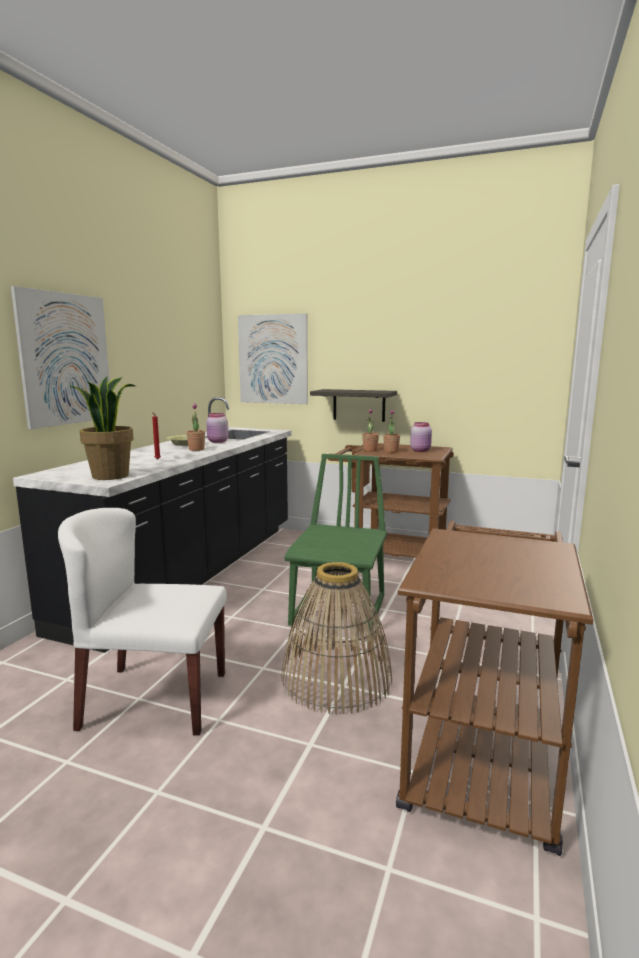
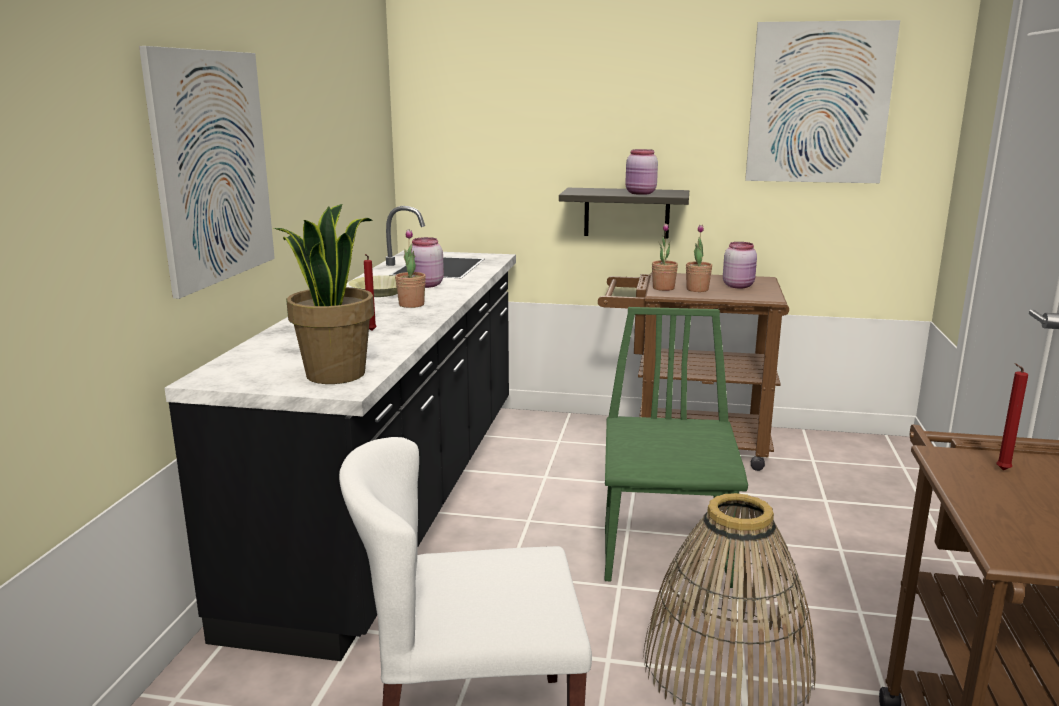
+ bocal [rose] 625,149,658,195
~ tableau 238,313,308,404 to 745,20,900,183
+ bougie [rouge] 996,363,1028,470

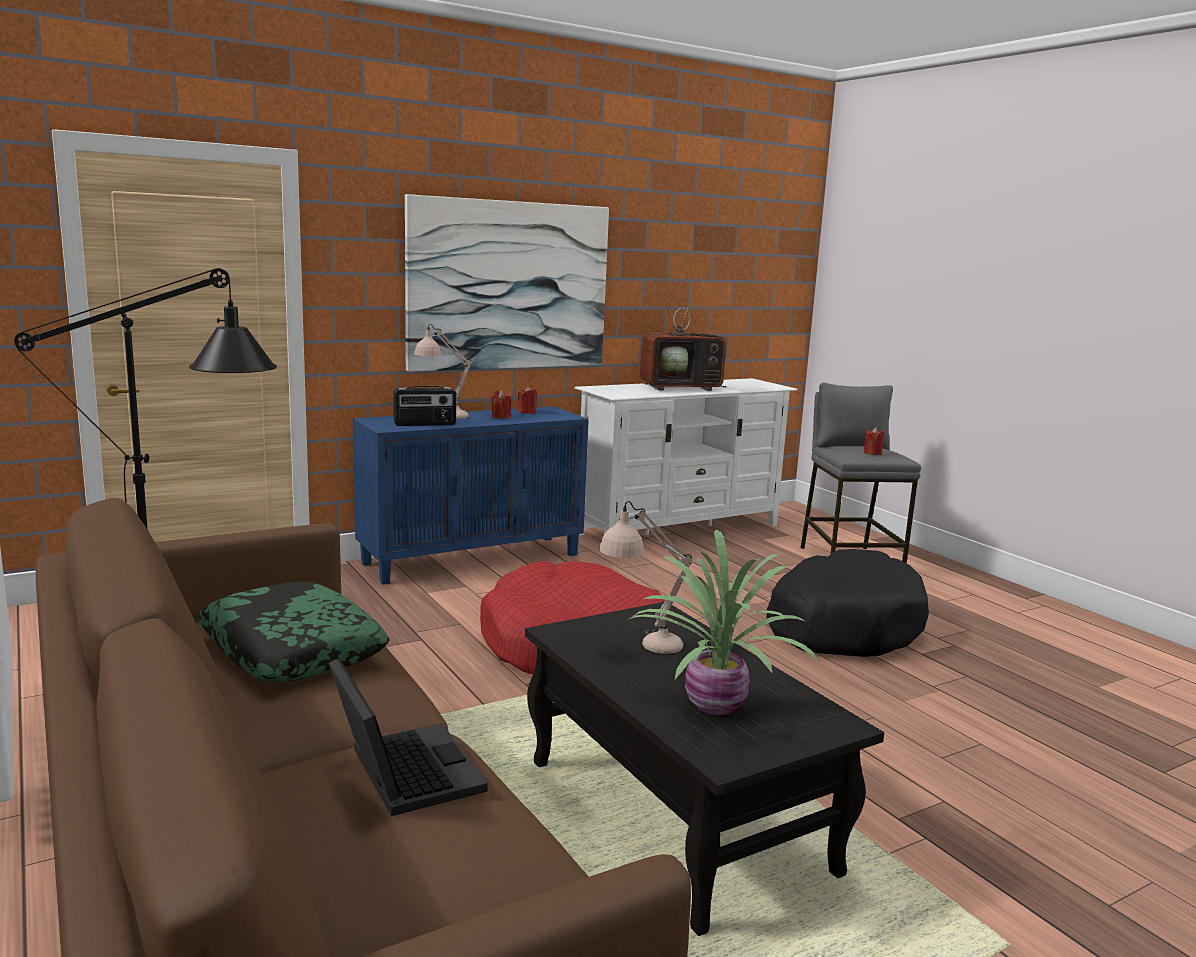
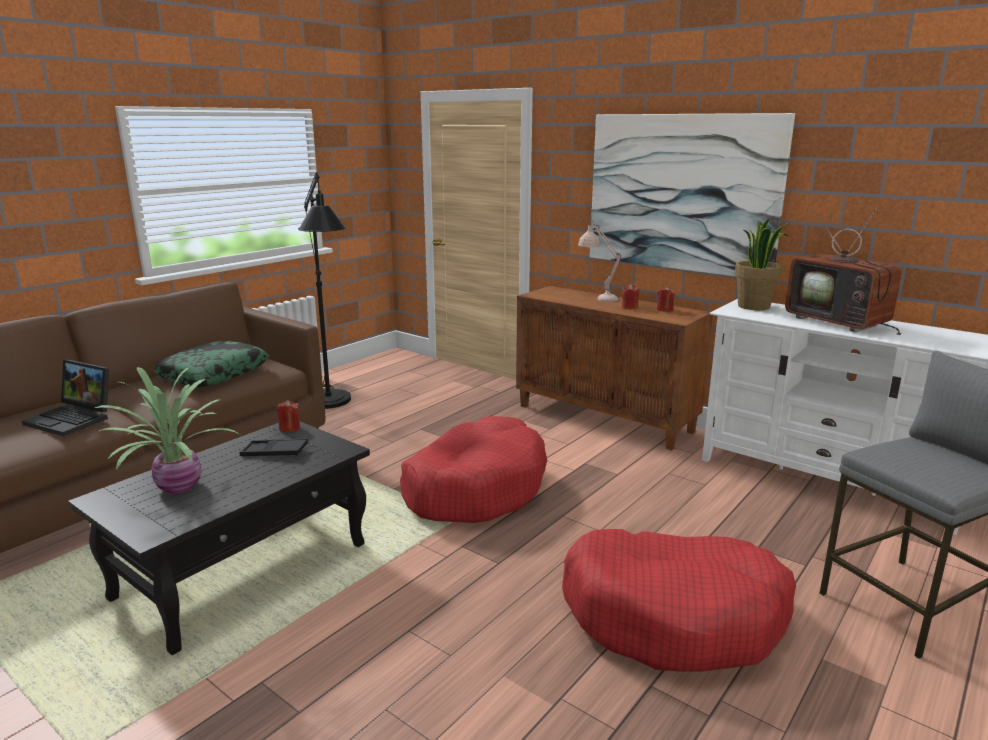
~ ordinateur portable 329,659,488,816 = 22,360,109,436 75 degrees clockwise
~ lampe de table [beige] 599,501,693,654 to plateau [noir] 240,438,308,456
~ bougie [rouge] 864,427,885,455 to 277,400,300,432
~ meuble de rangement [bleu] 353,406,589,585 to meuble de rangement [marron] 516,286,713,451
~ panier pour chien [noir] 767,549,929,657 to panier pour chien [rouge] 562,529,796,672
+ plante en pot 735,219,790,310
- radio 393,386,456,426

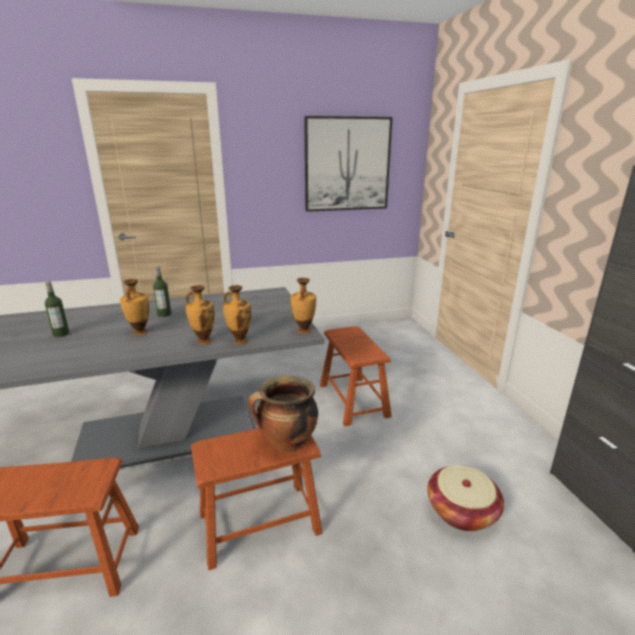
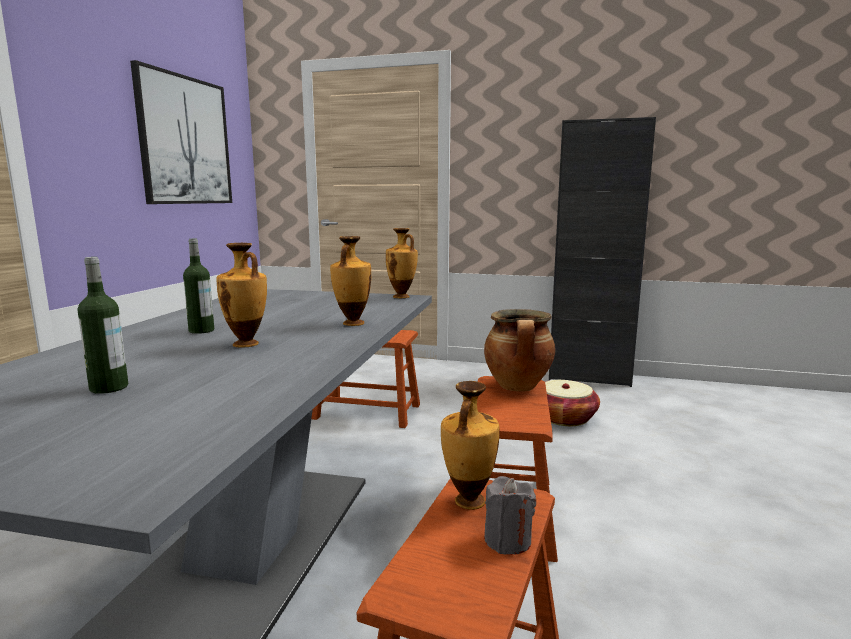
~ vase 223,285,251,345 to 441,381,499,510
+ bougie [gris] 484,476,536,555

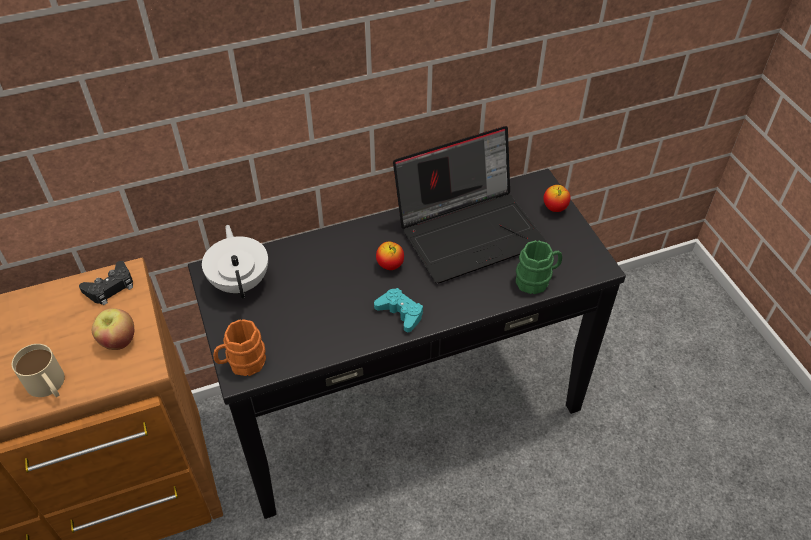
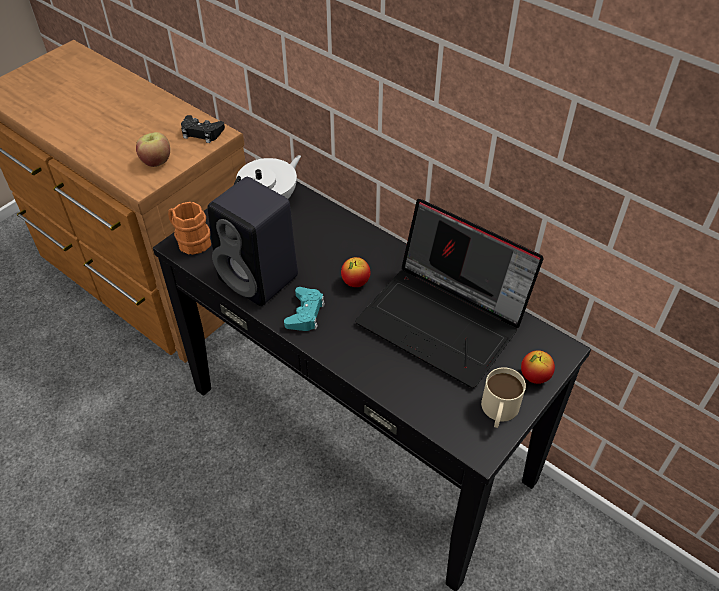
+ enceinte [noir] 208,177,298,306
~ mug [beige] 12,344,65,397 to 481,367,526,428
- mug [vert] 516,240,562,294

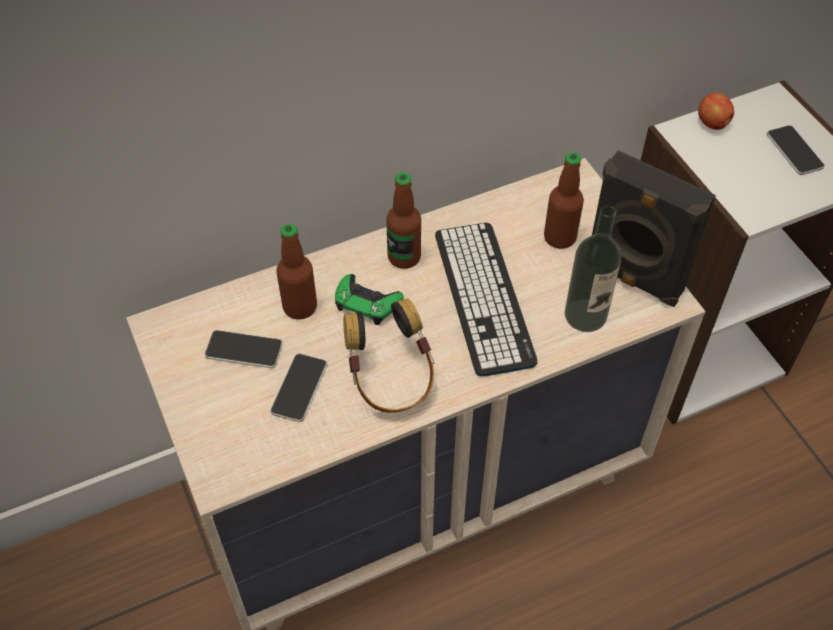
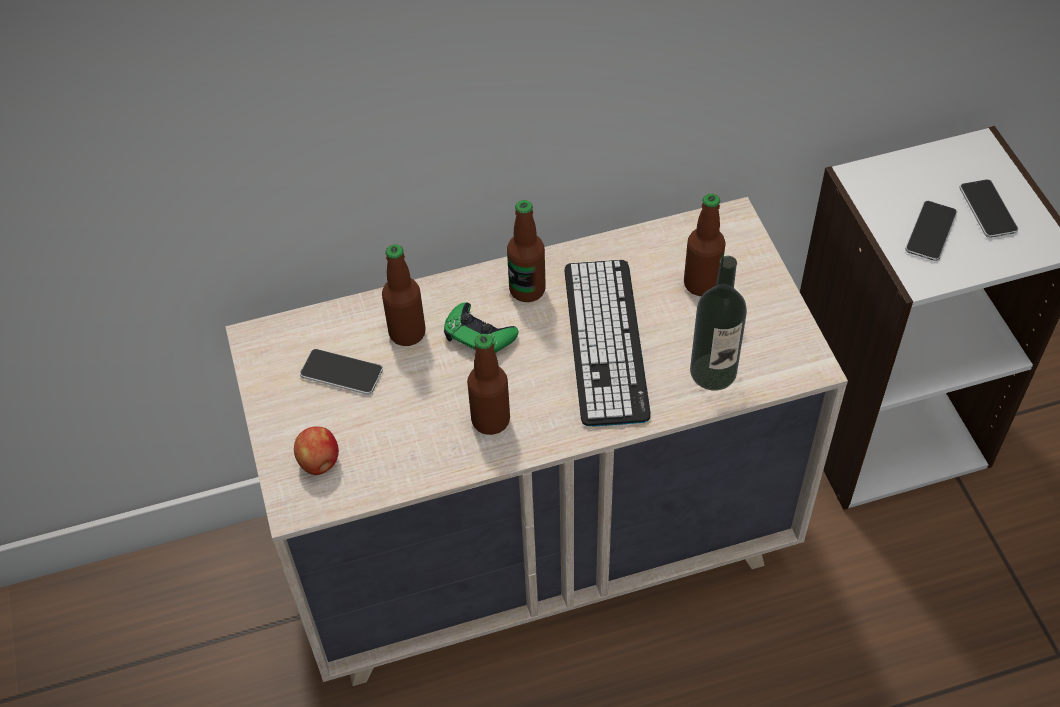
~ pomme 698,93,734,130 to 294,426,339,475
~ casque audio 344,298,434,413 to bouteille 467,334,510,435
~ téléphone 270,353,327,422 to 905,201,957,261
- enceinte [noir] 592,150,716,307

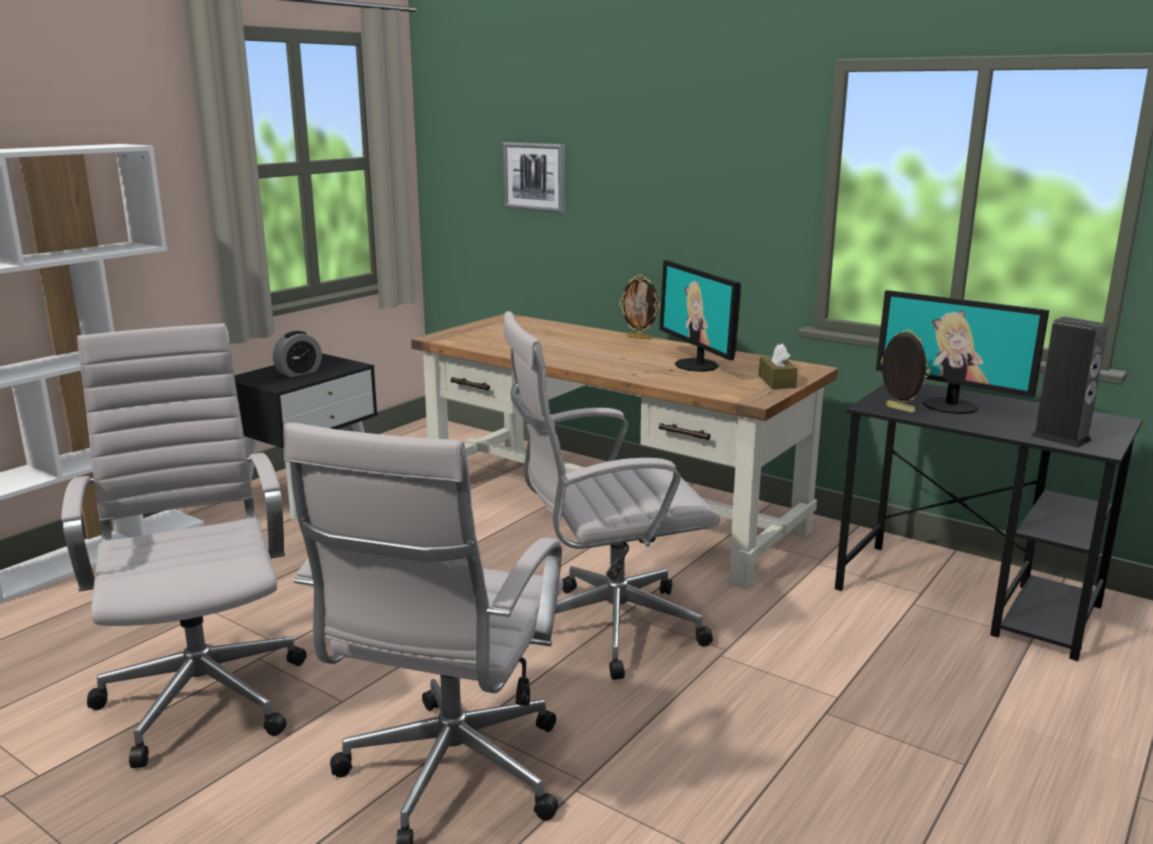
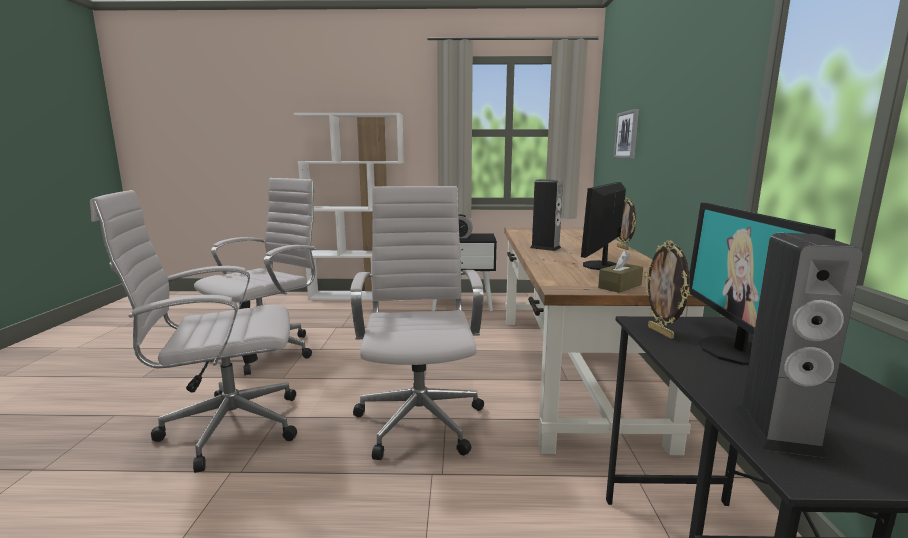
~ chaise de bureau [blanc] 503,311,721,680 = 350,186,484,460 45 degrees clockwise
+ enceinte 530,180,563,251
~ cadre photo 881,329,931,413 = 644,240,690,339 150 degrees clockwise

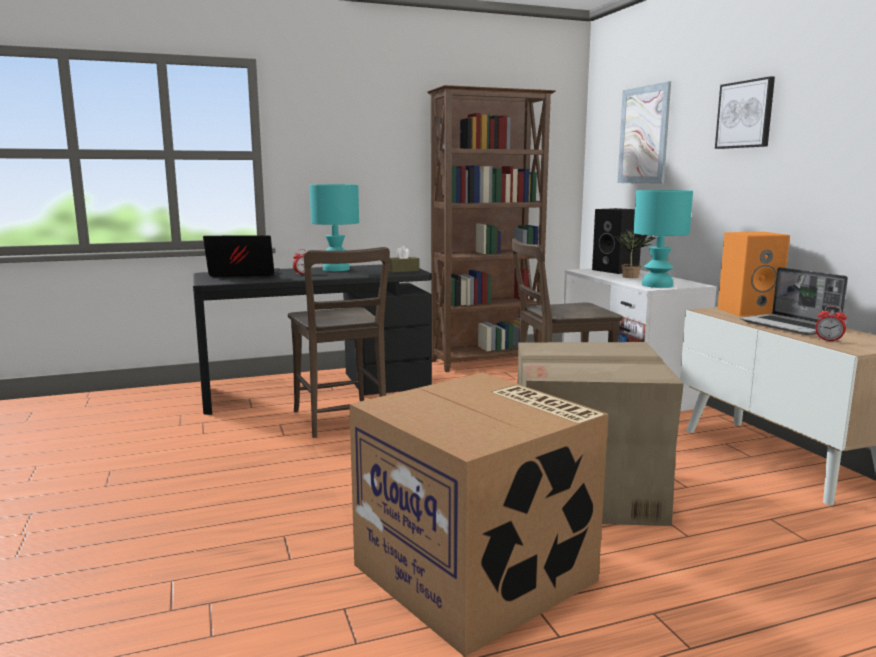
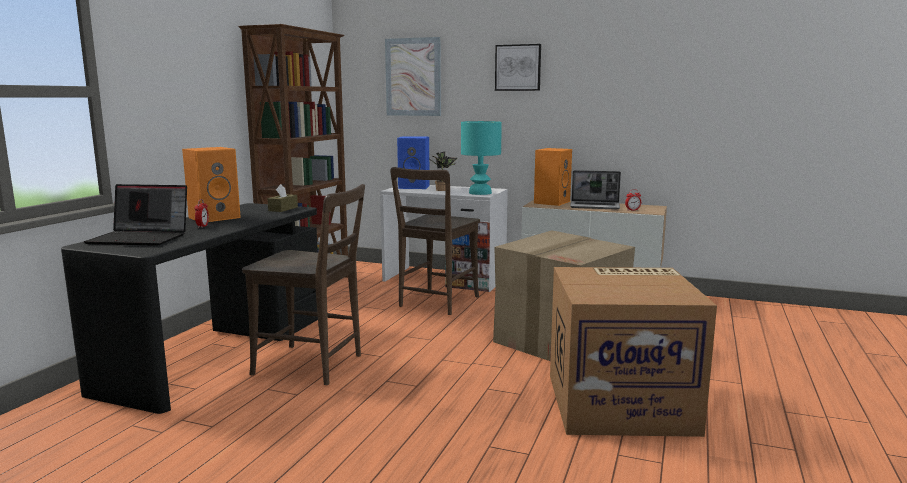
~ ordinateur portable 203,235,280,277 = 84,184,187,246 120 degrees counterclockwise
~ lampe de table [turquoise] 310,184,359,271 to enceinte [orange] 182,147,241,222
~ enceinte [noir] 592,208,641,274 to enceinte [bleu] 397,136,430,189

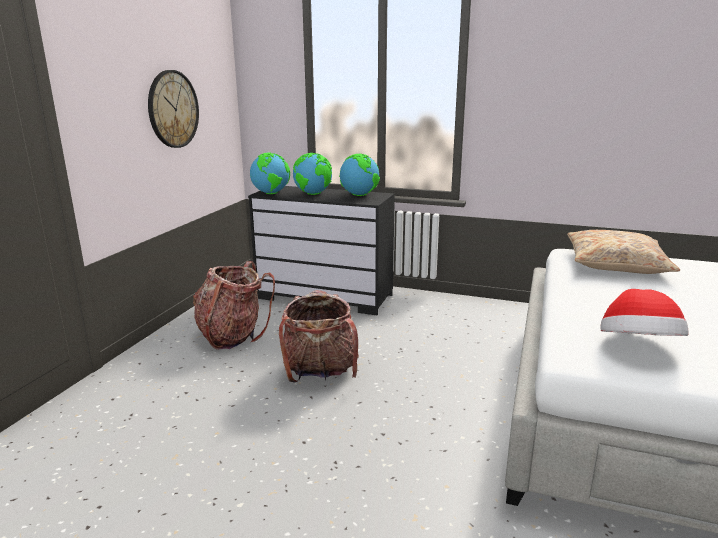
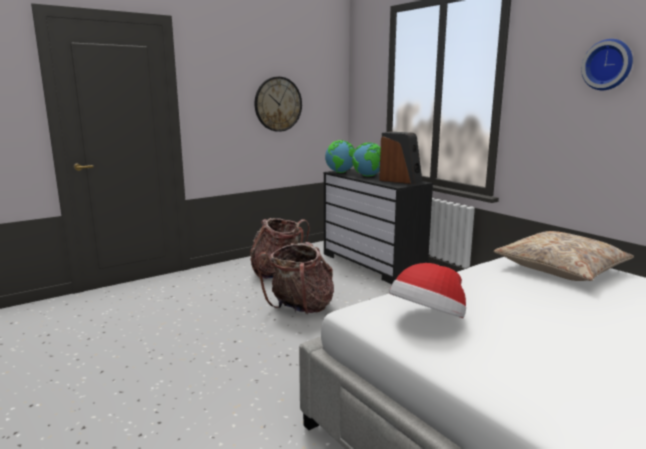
~ globe 339,154,380,196 to enceinte 379,132,422,184
+ horloge murale 581,39,633,90

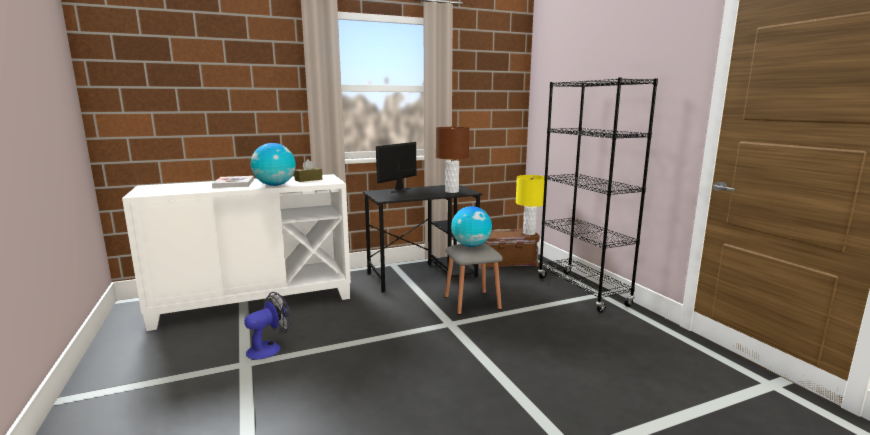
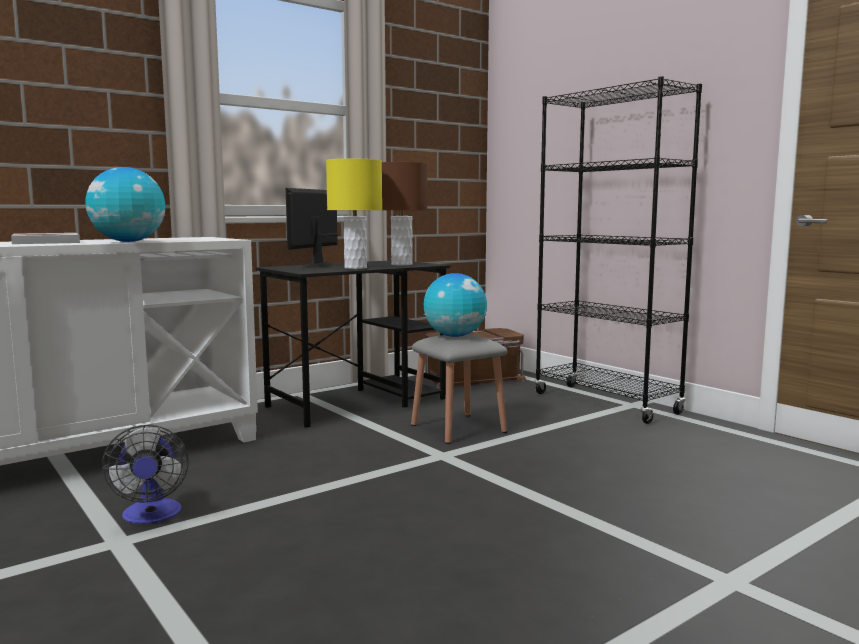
~ ventilateur 244,292,291,360 = 102,425,189,524 135 degrees clockwise
~ lampe de table [jaune] 516,175,547,235 to 326,159,382,269
- boîte à mouchoirs [marron] 294,159,322,182

